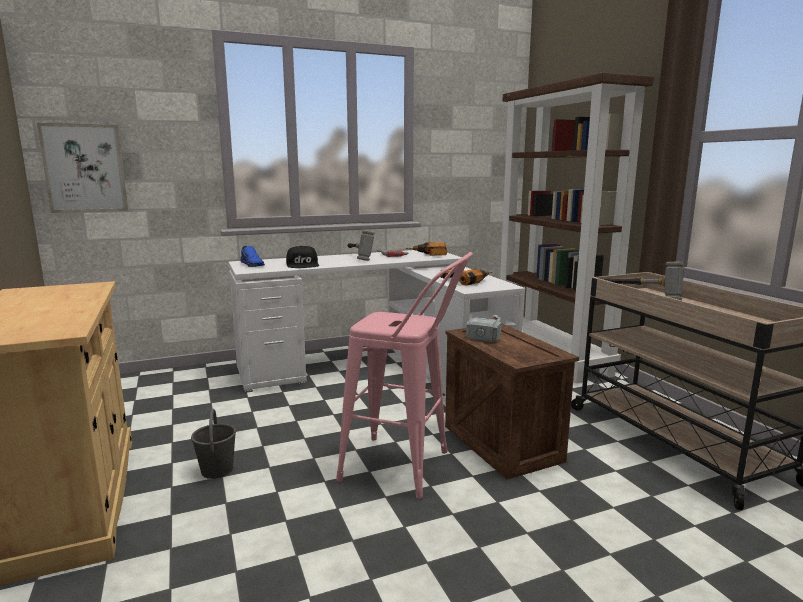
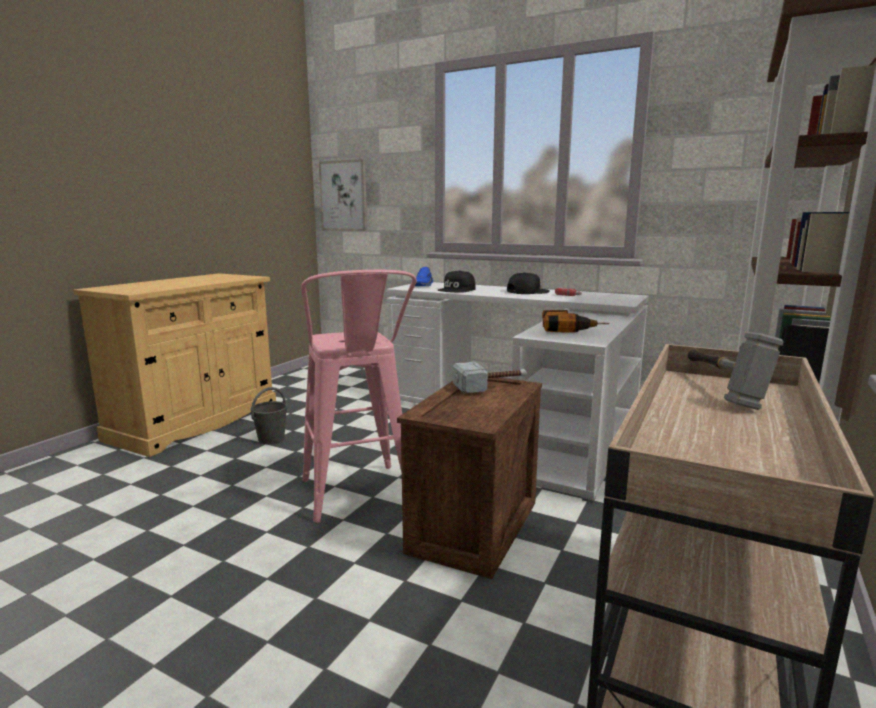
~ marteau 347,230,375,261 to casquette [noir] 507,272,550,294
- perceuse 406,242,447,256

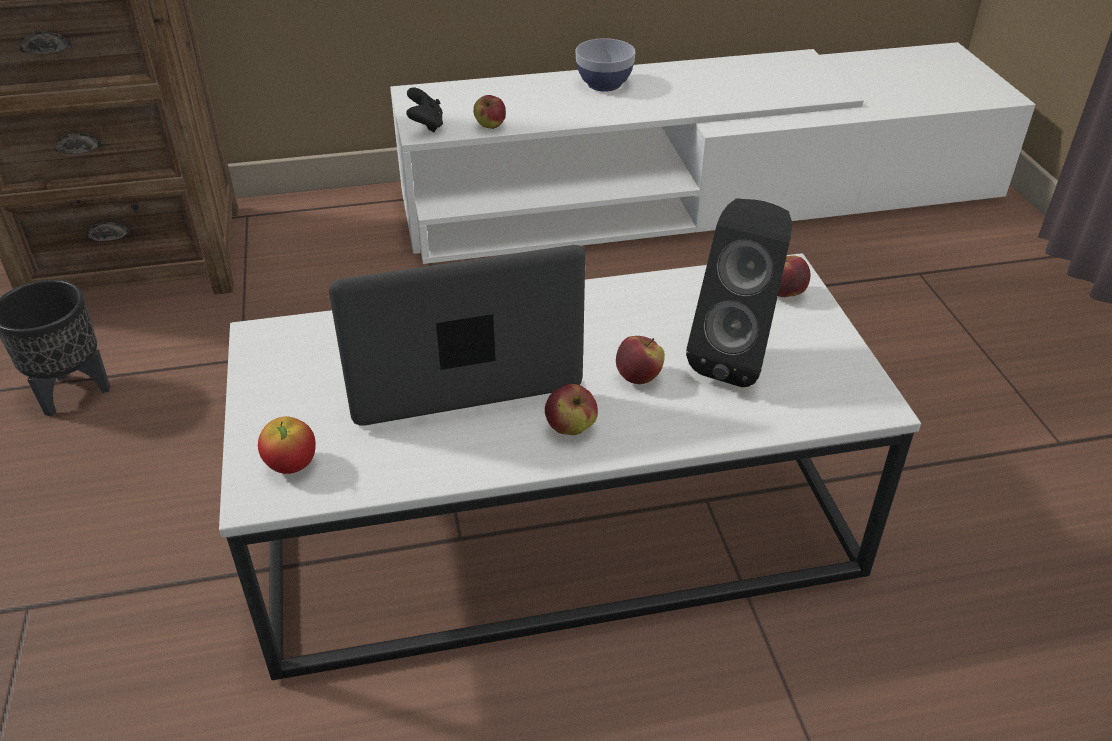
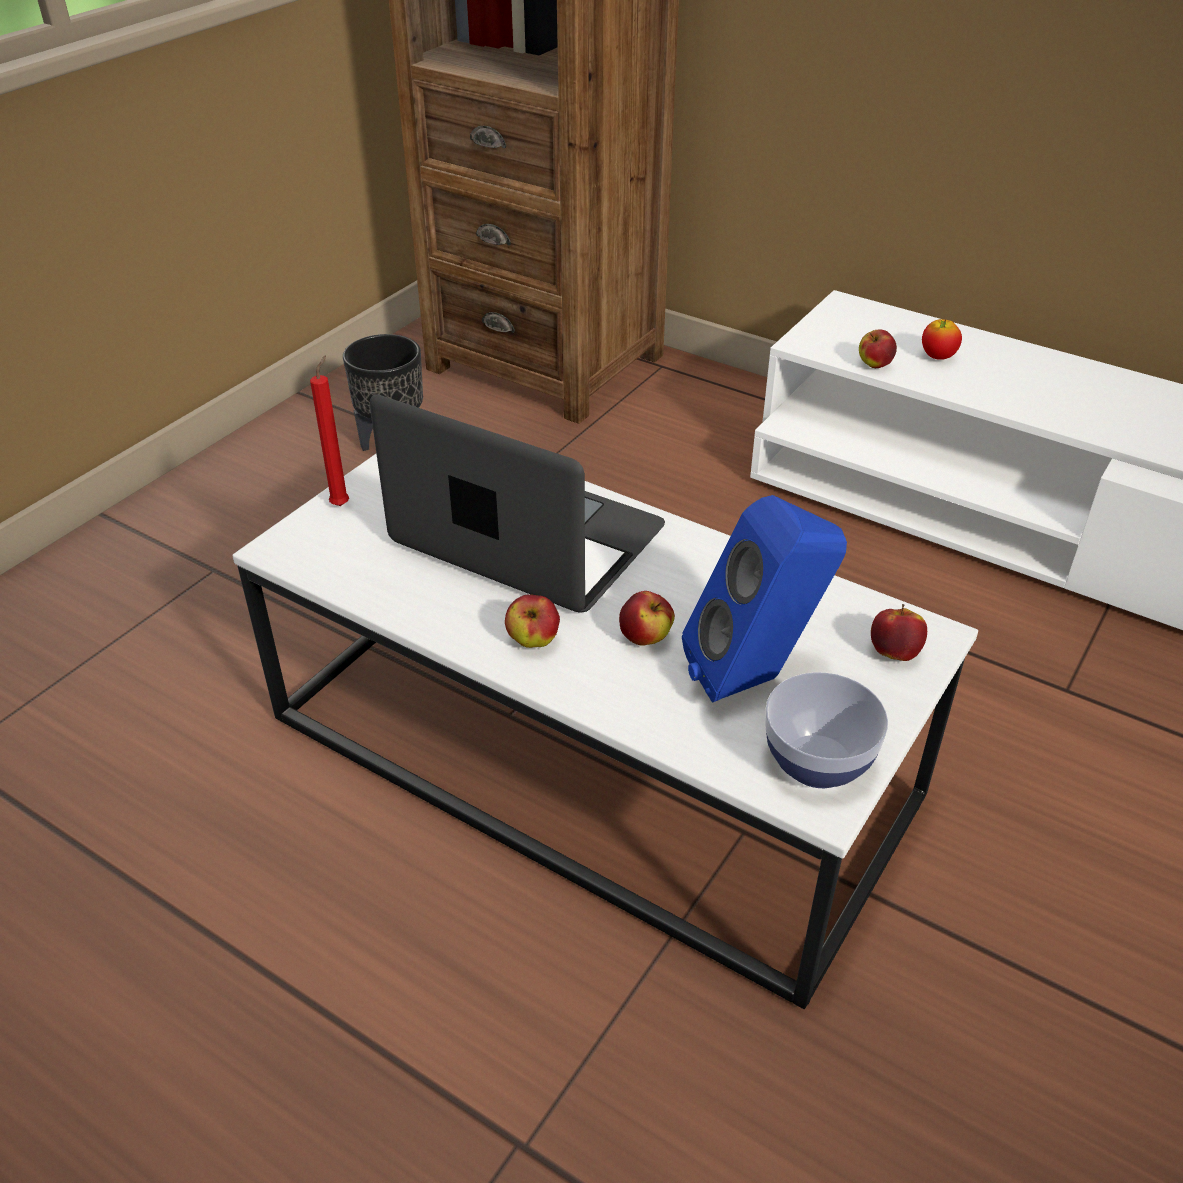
+ bougie [rouge] 310,355,349,506
~ enceinte [noir] 686,198,792,387 to enceinte [bleu] 682,495,847,703
~ bol 576,38,635,92 to 765,672,888,788
~ pomme 258,416,316,474 to 922,319,962,360
- manette [noir] 406,87,443,132

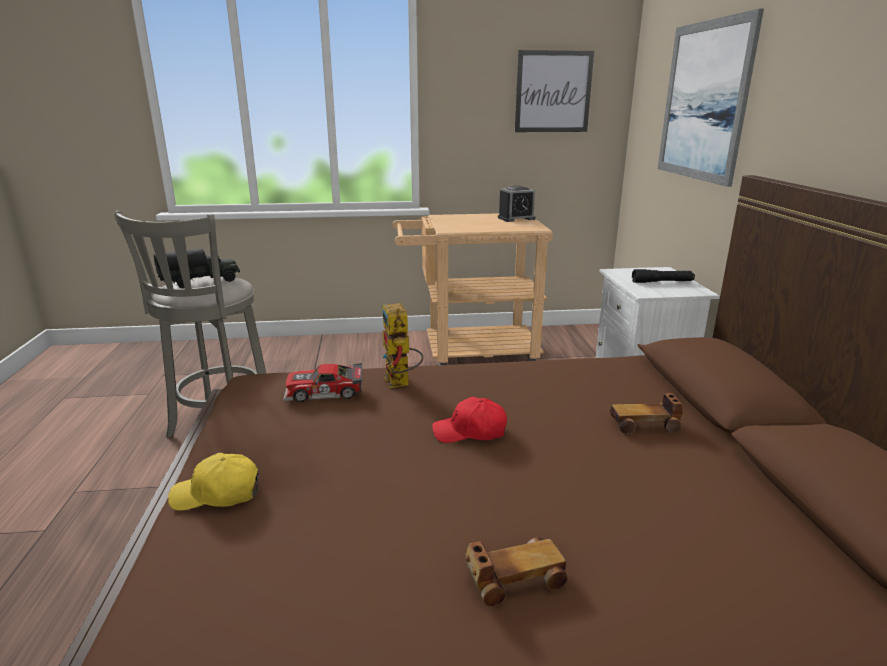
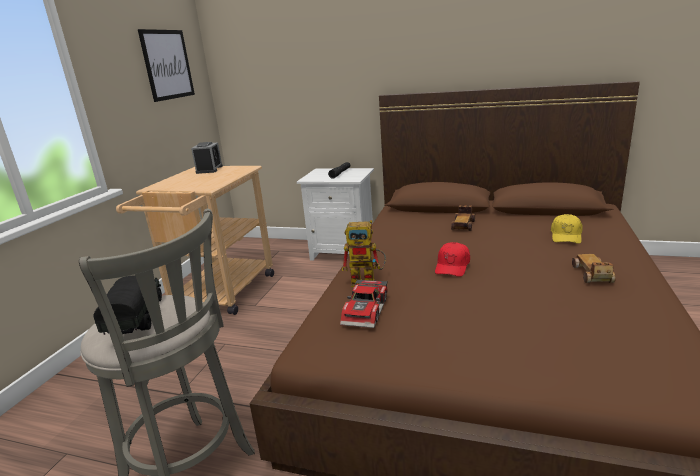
~ casquette [jaune] 168,453,259,511 to 551,214,583,244
- tableau 658,9,764,187

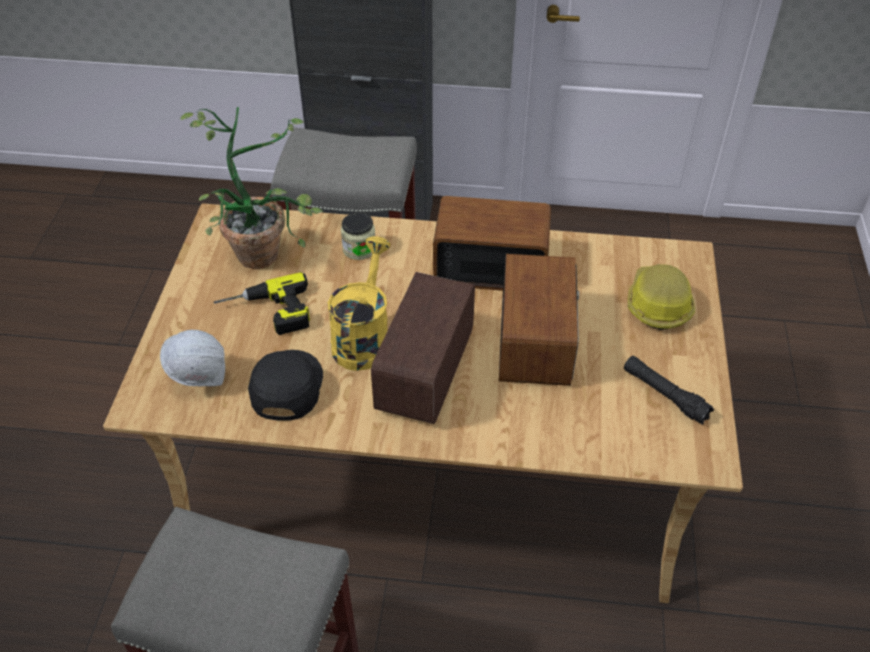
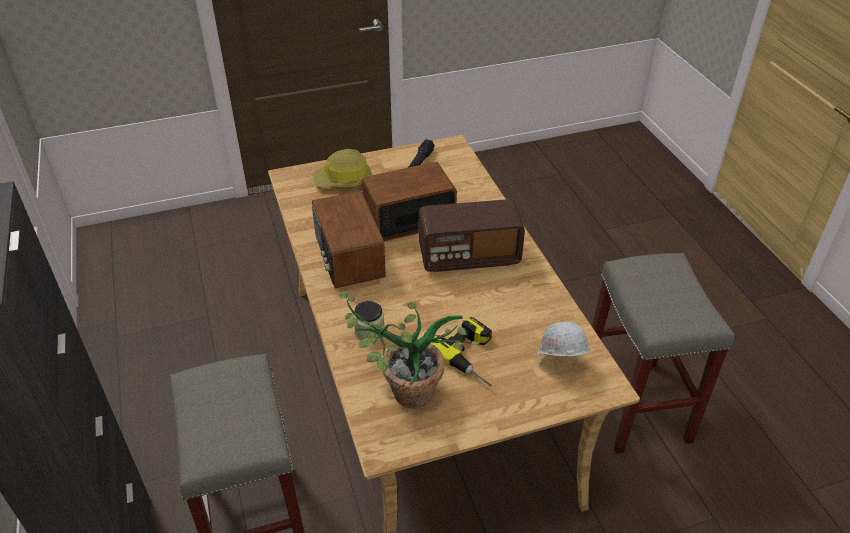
- casquette [noir] 248,350,323,421
- arrosoir [jaune] 328,236,391,371

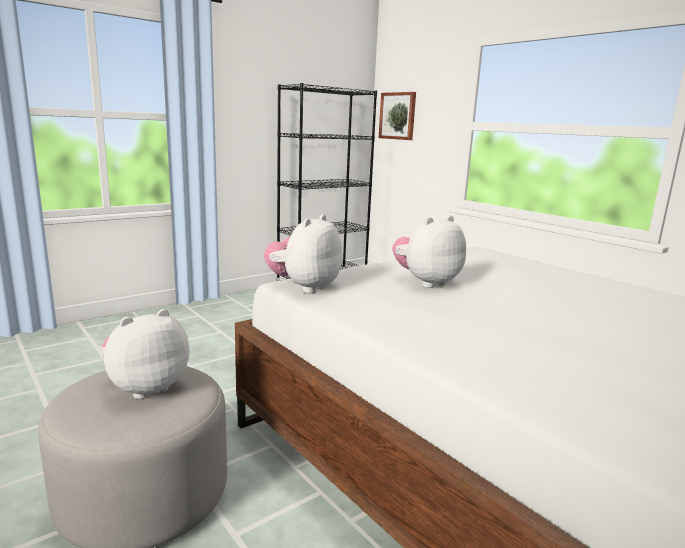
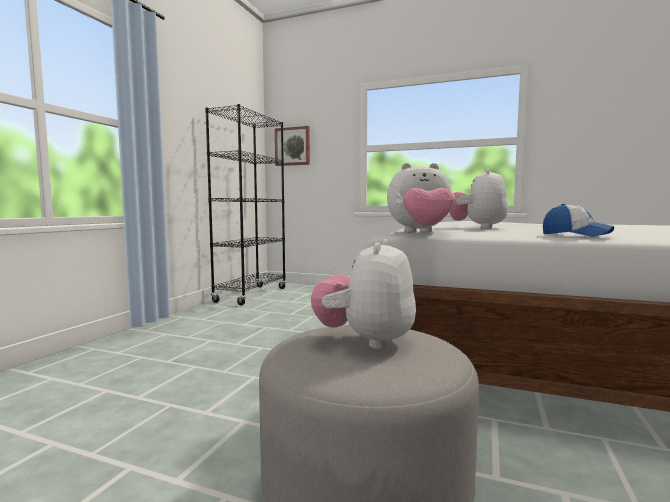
~ peluche 264,214,342,293 = 387,163,455,232 90 degrees counterclockwise
+ casquette 543,204,614,237

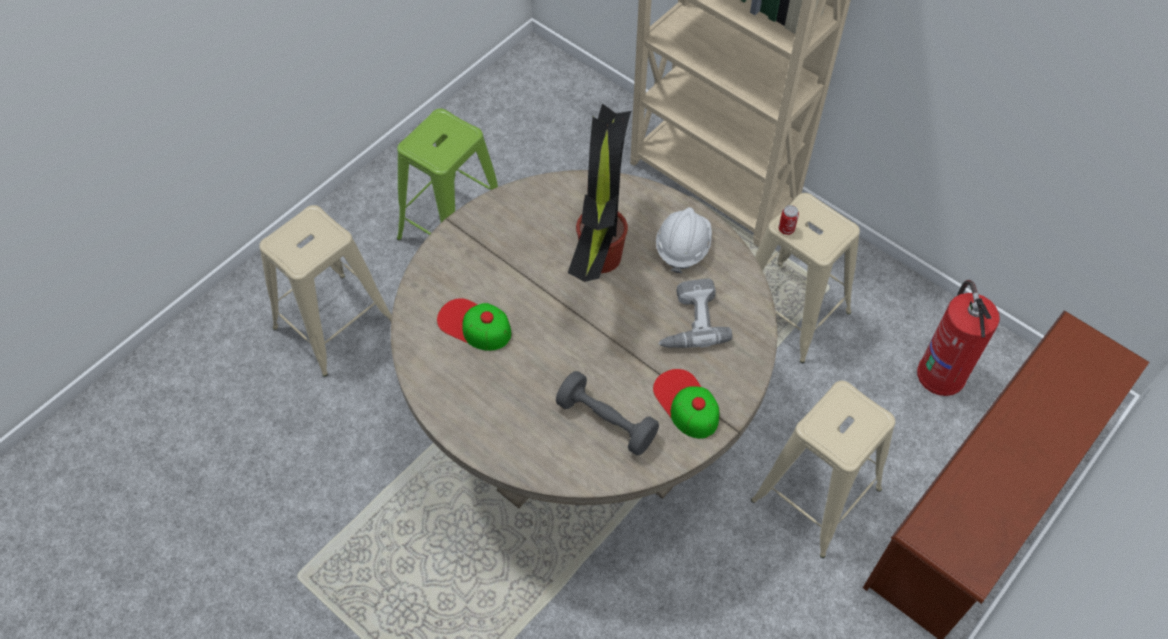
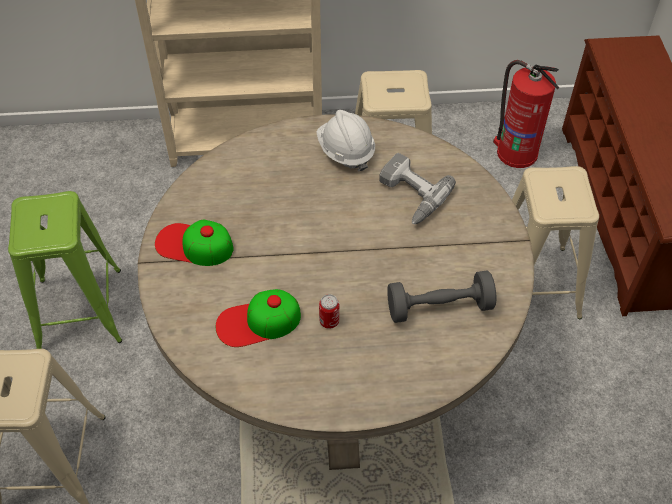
~ casquette 653,369,720,439 to 155,219,234,266
~ boîte métallique 778,205,799,235 to 319,294,339,329
- plante en pot 568,103,631,282

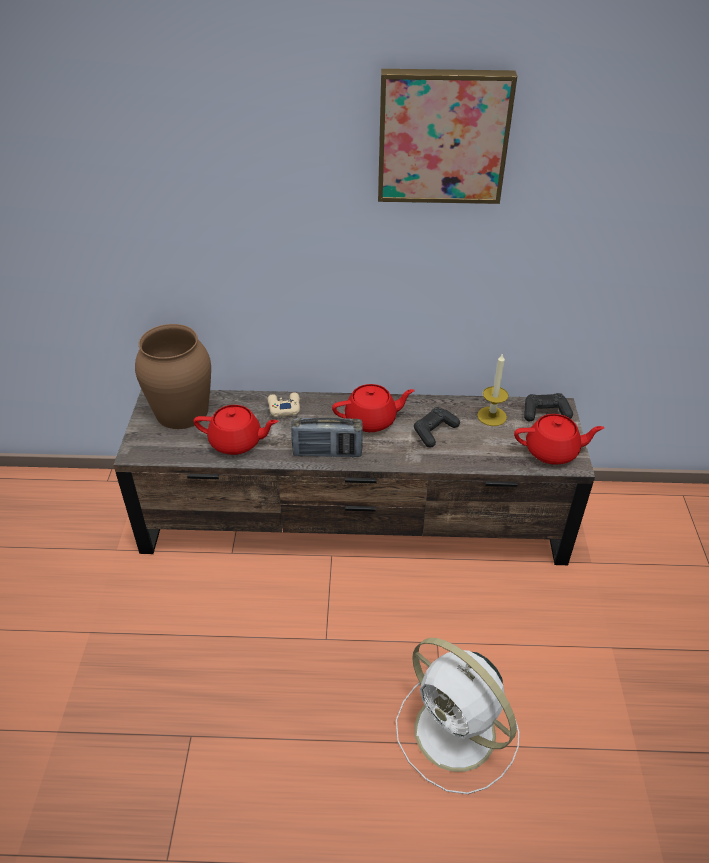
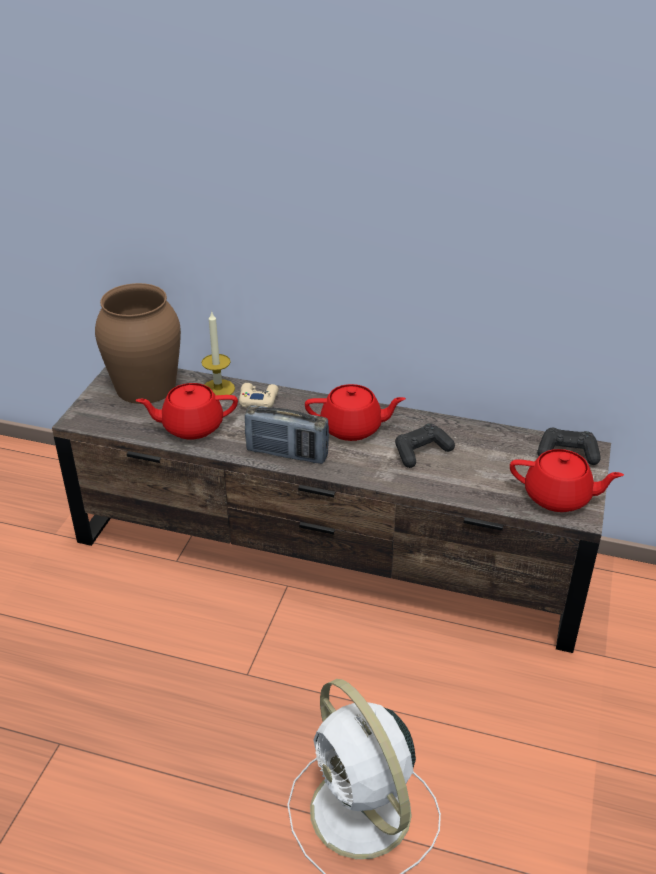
~ théière [rouge] 194,405,278,455 = 135,383,238,439 150 degrees clockwise
~ bougie 477,353,509,426 to 202,312,235,395
- tableau 378,69,517,204

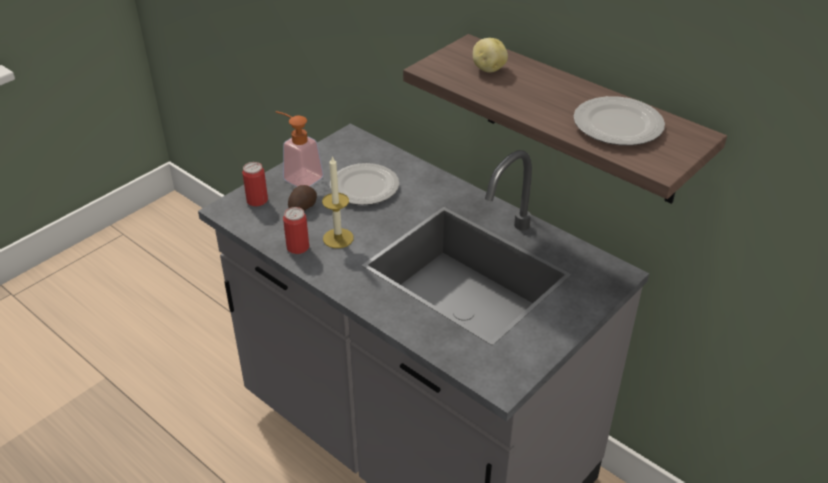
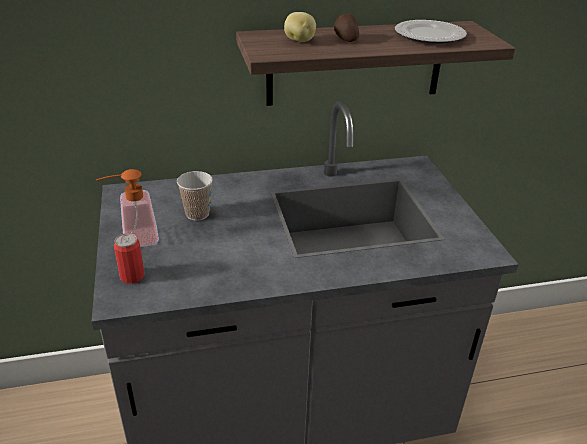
~ assiette 330,163,399,205 to tasse 177,171,213,221
~ pomme de terre 288,185,317,211 to 334,14,359,42
- boîte métallique 283,207,309,254
- bougie 322,155,354,248

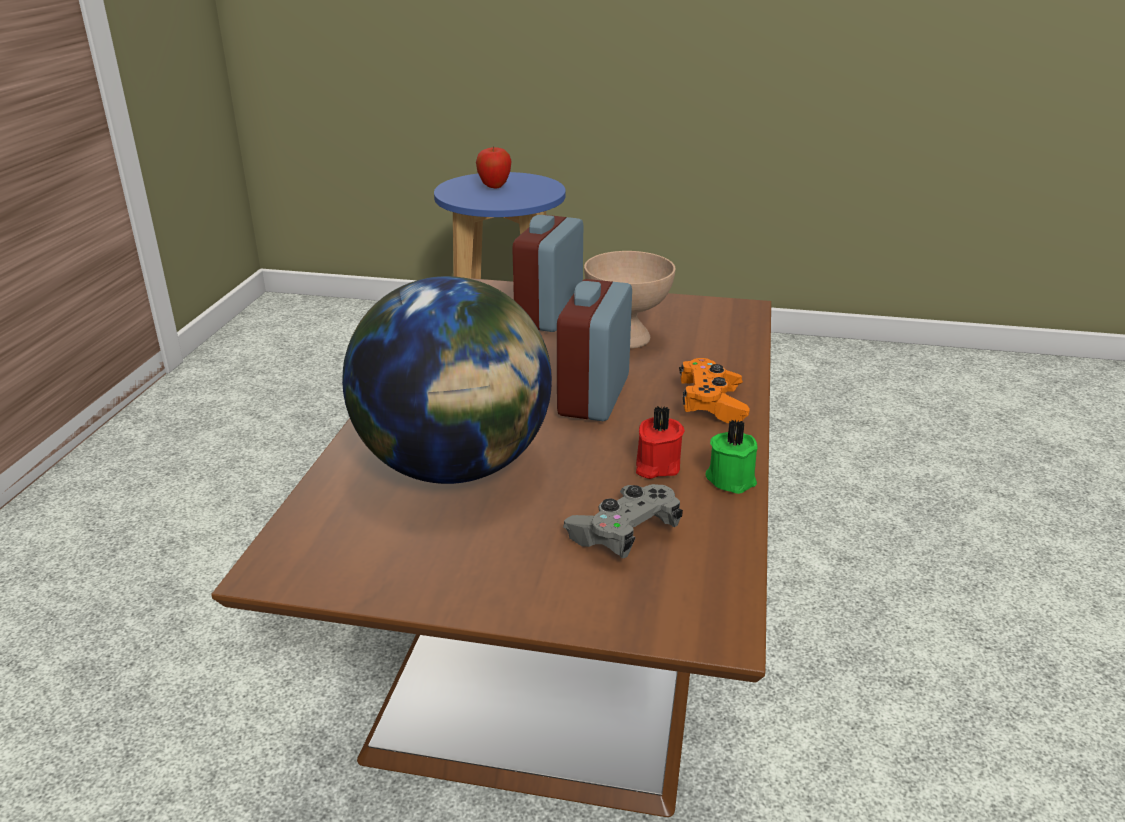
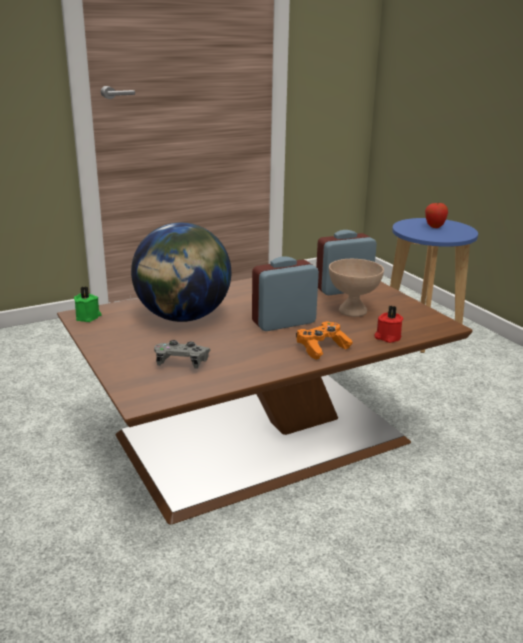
~ bougie [vert] 705,420,758,494 to 74,287,102,322
~ bougie [rouge] 636,406,685,479 to 374,306,403,343

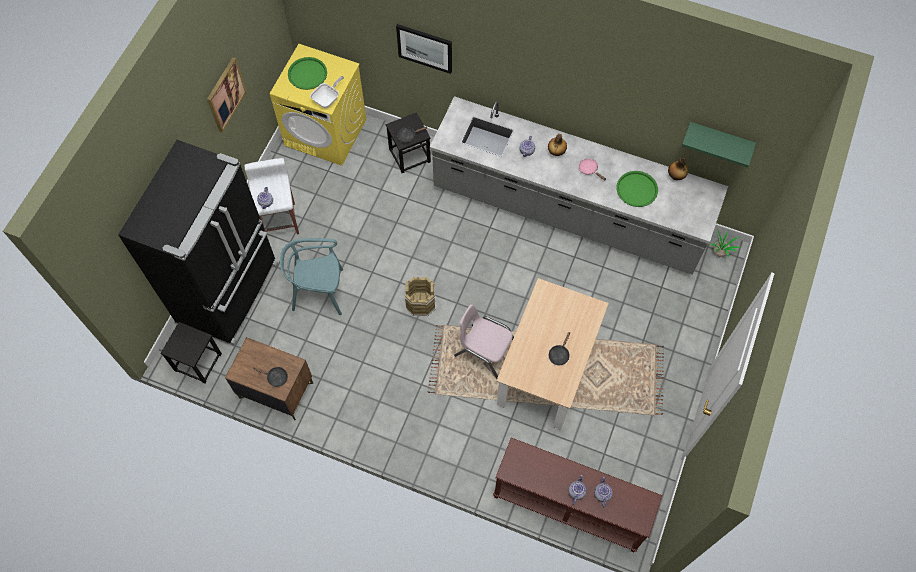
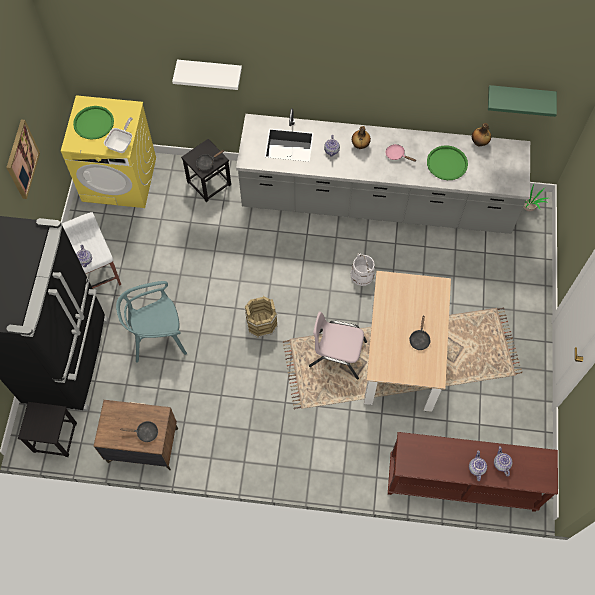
~ tableau 396,24,452,74 to étagère [blanc] 172,60,242,90
+ seau [blanc] 350,253,375,286

